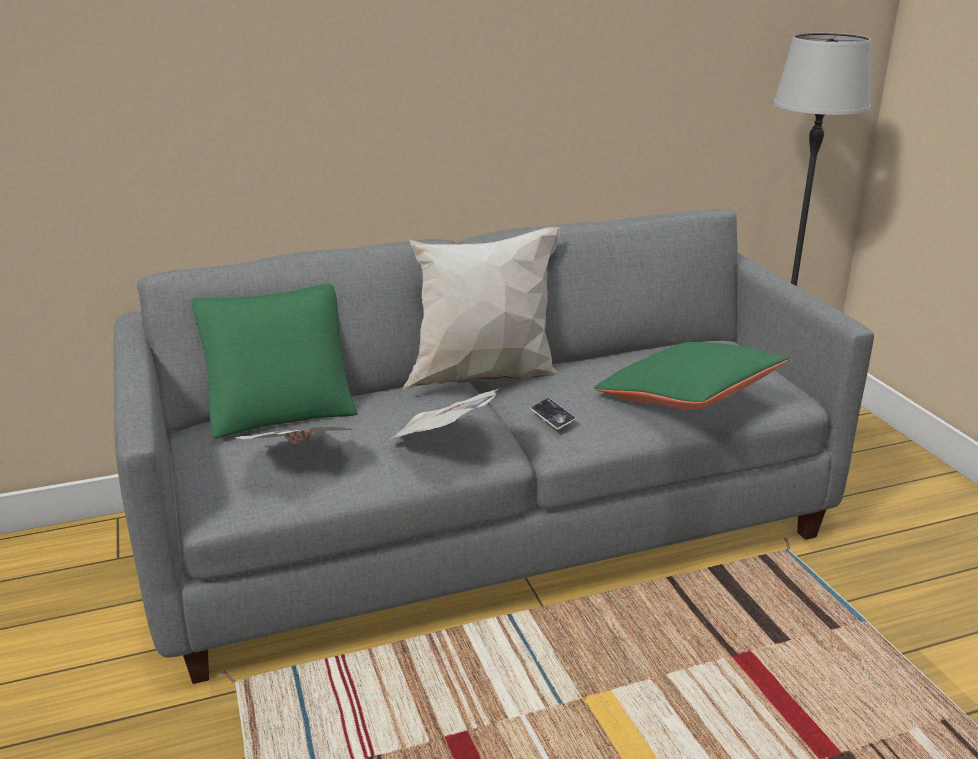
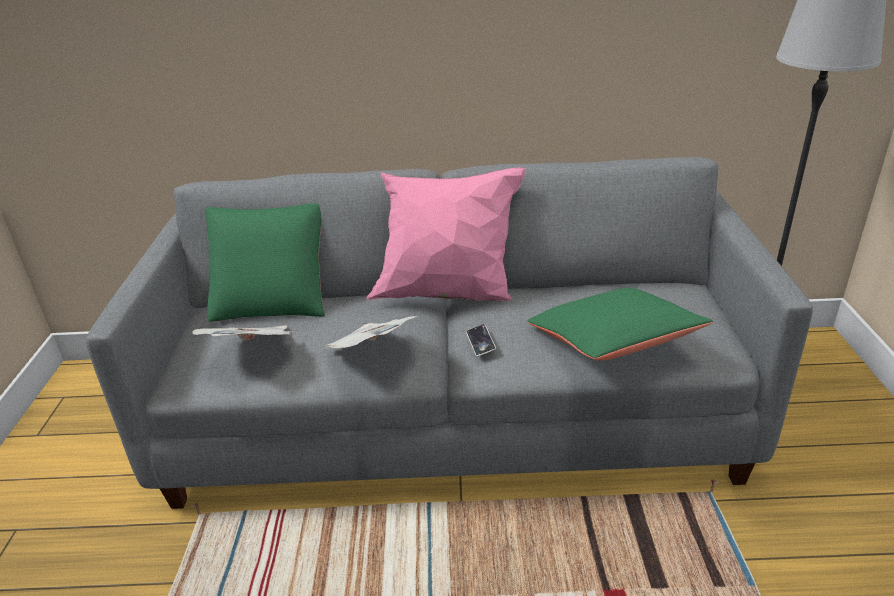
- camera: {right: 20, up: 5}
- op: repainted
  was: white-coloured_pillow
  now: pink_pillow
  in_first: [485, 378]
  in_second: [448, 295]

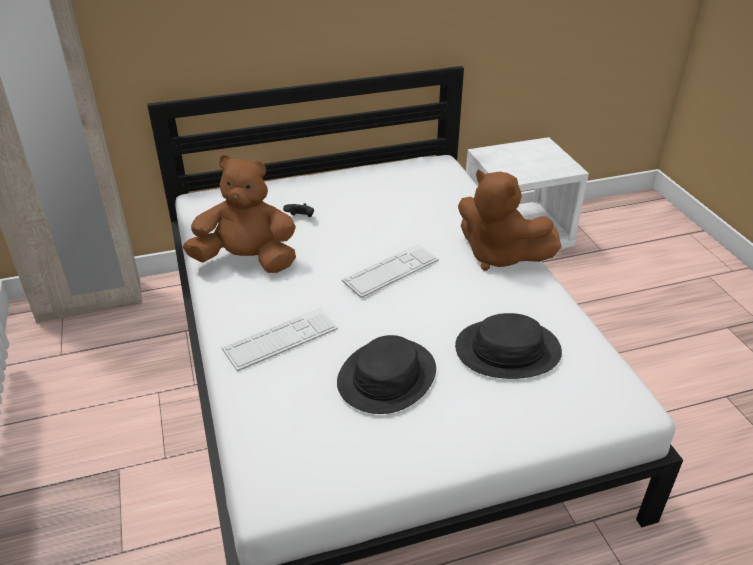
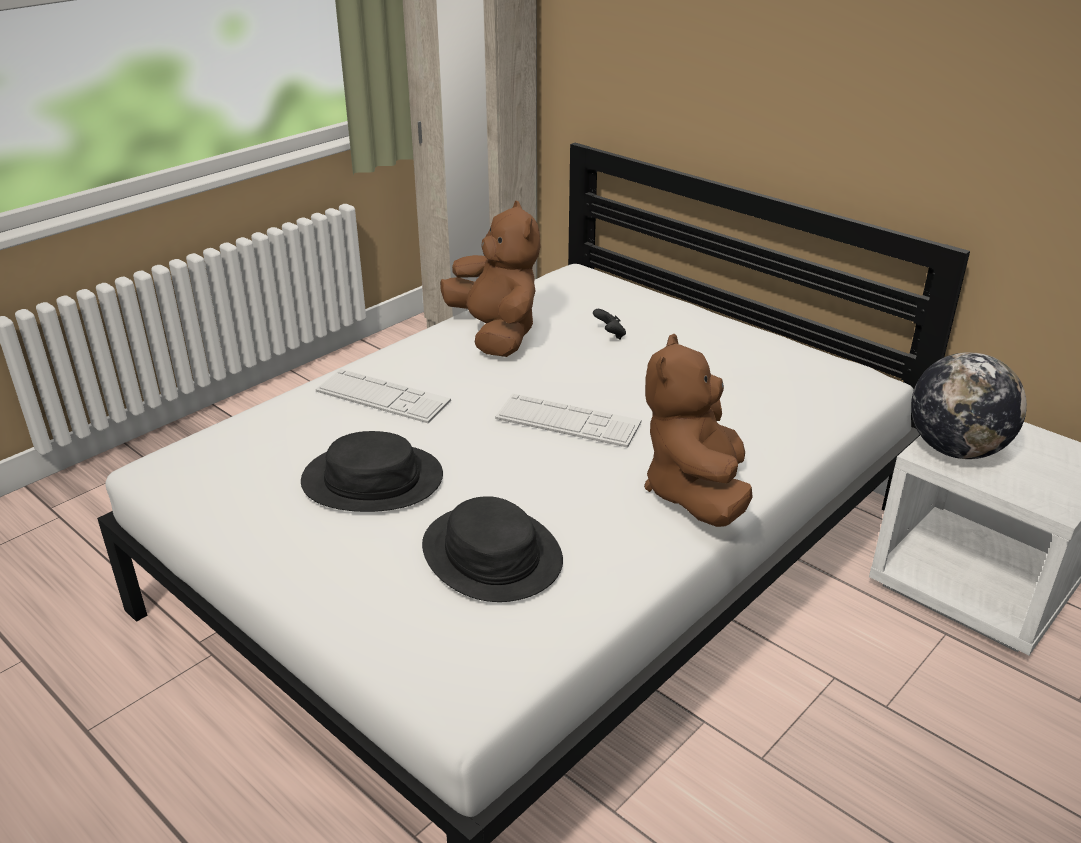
- camera: {right: 60, up: -5}
- op: new
  now: desk_globe
  in_second: [955, 449]

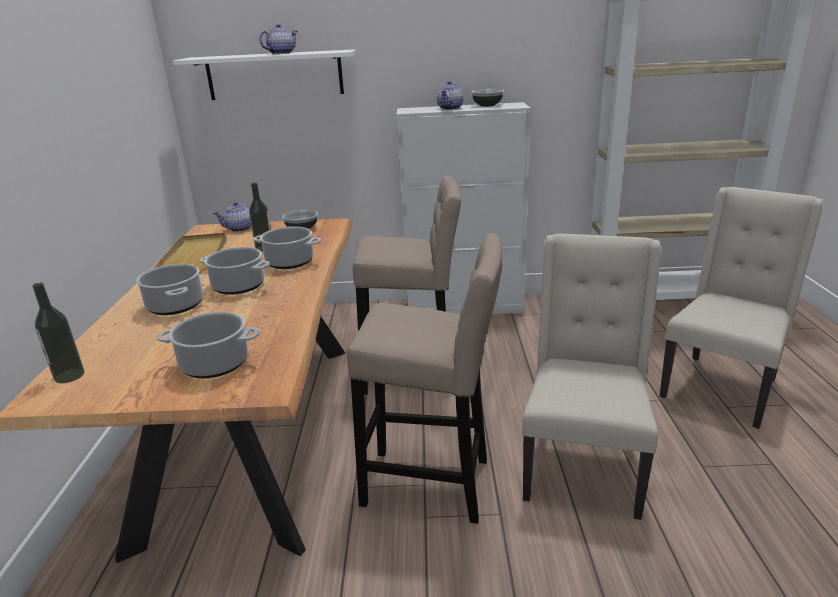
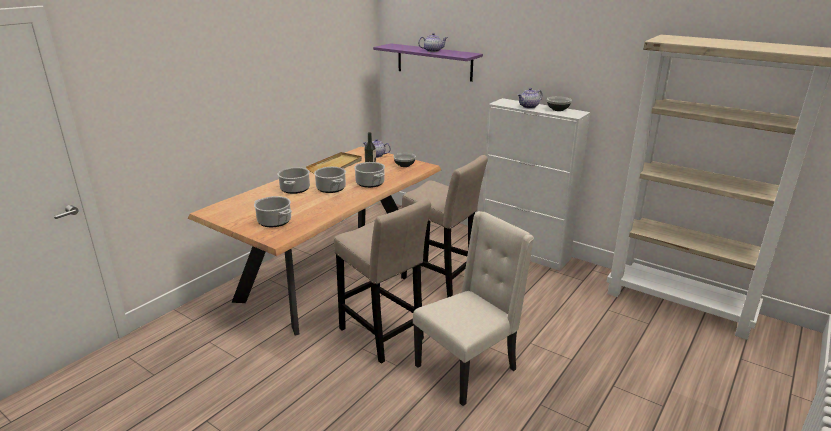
- camera: {right: 35, up: 0}
- op: repainted
  was: white-coloured_shelf
  now: purplish_shelf
  in_first: [275, 75]
  in_second: [434, 62]
- op: gone
  was: drink_bottle
  in_first: [69, 376]
- op: gone
  was: beige-coloured_plain_chair
  in_first: [720, 388]

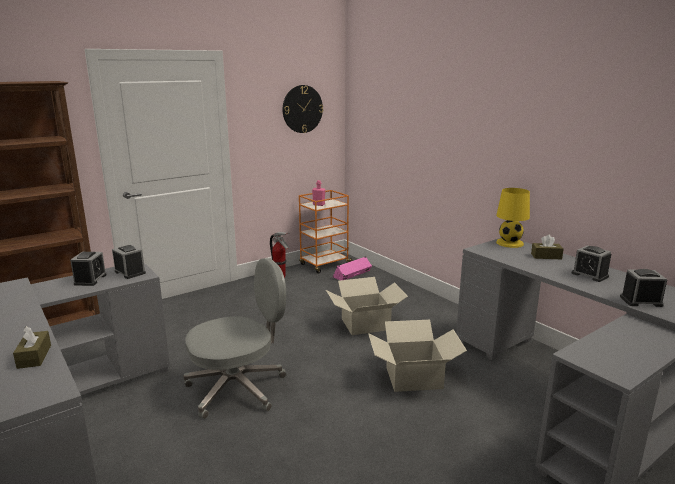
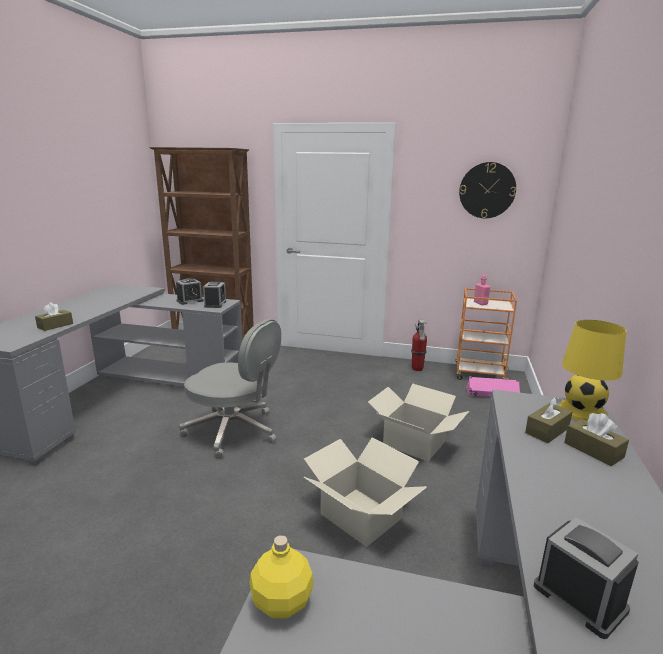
- camera: {right: 50, up: 0}
- op: new
  now: yellow-coloured_drink_bottle
  in_second: [281, 602]
- op: new
  now: brownish_box_of_tissues
  in_second: [547, 430]
- op: gone
  was: table_clock
  in_first: [589, 275]

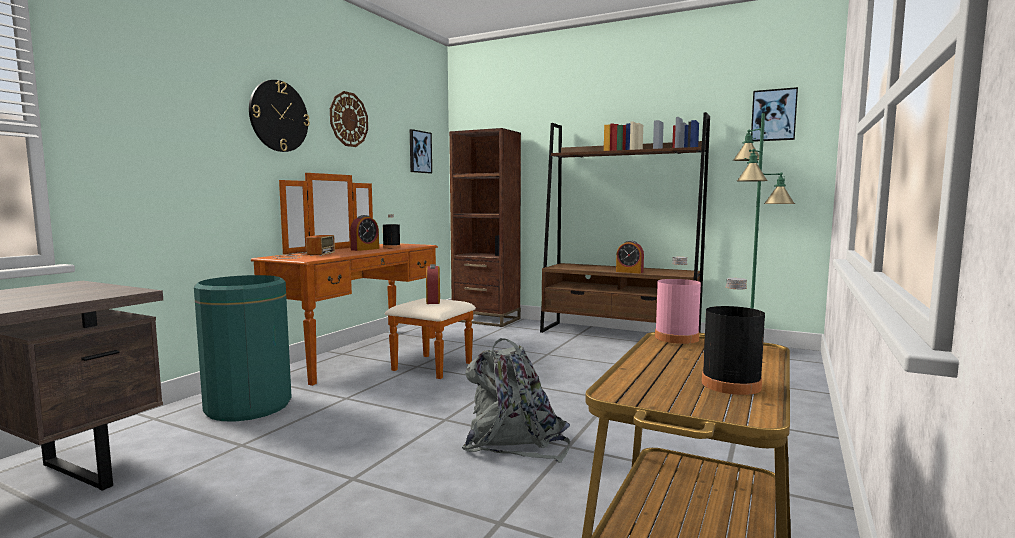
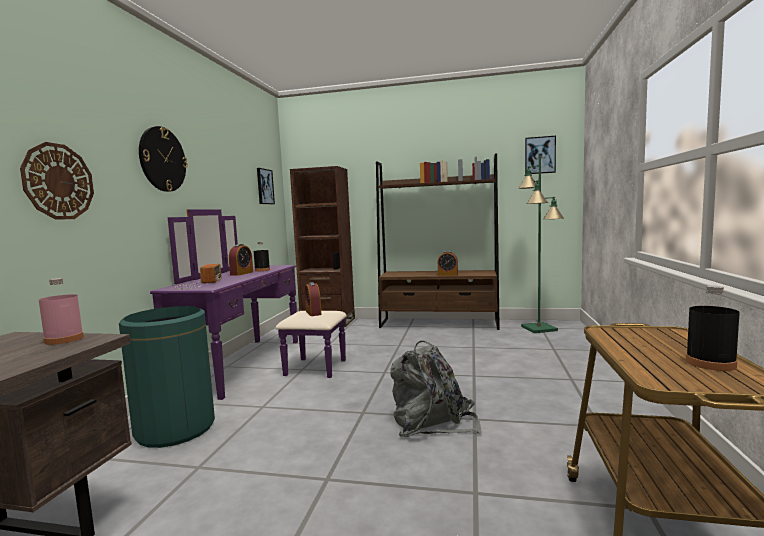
- camera: {right: -15, up: 0}
- op: shifted
  was: wall_clock
  in_first: [348, 119]
  in_second: [58, 181]
- op: shifted
  was: pink_drink_bottle
  in_first: [676, 338]
  in_second: [64, 339]
- op: repainted
  was: brownish_chest_of_drawers
  now: purplish_chest_of_drawers
  in_first: [375, 356]
  in_second: [259, 365]

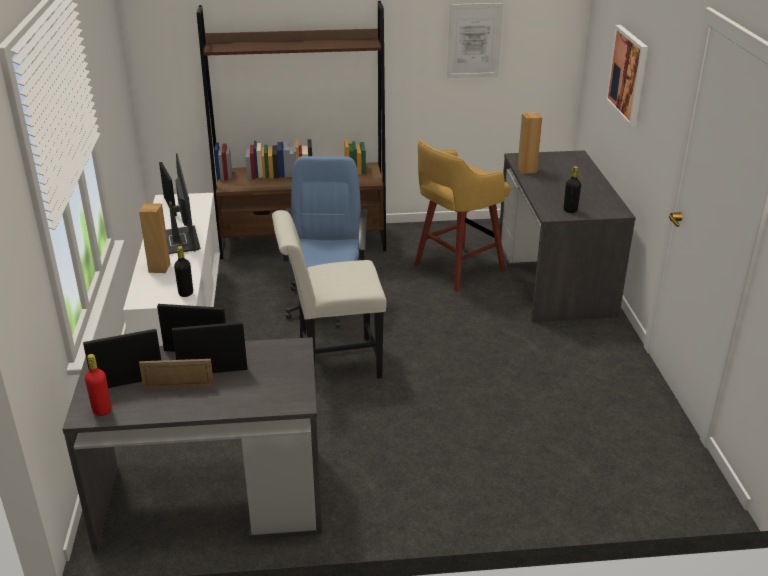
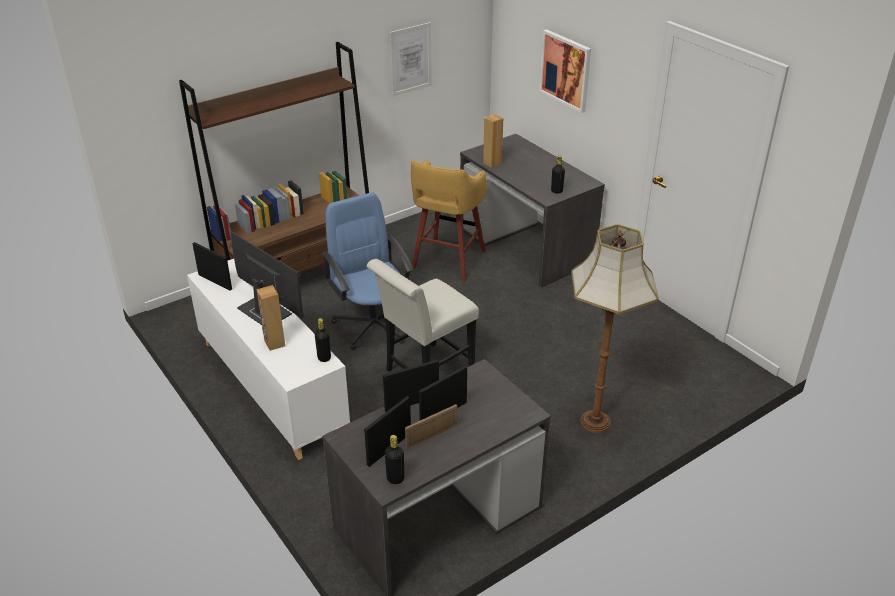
- camera: {right: -30, up: 5}
- op: repainted
  was: red_drink_bottle
  now: blackish_drink_bottle
  in_first: [102, 410]
  in_second: [395, 478]
- op: new
  now: standing_lamp
  in_second: [596, 422]

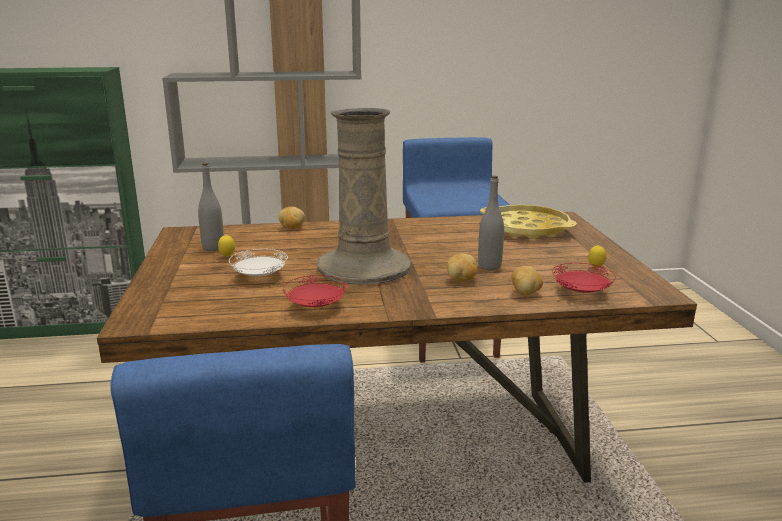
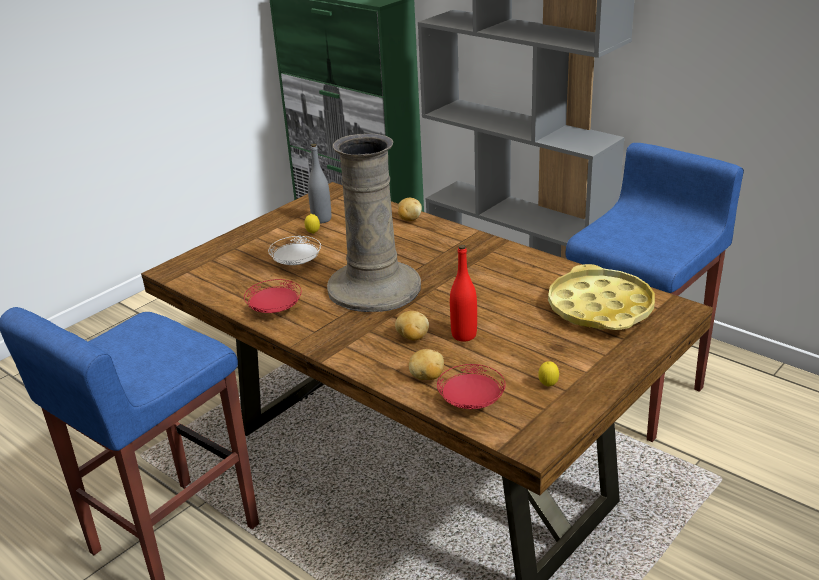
- camera: {right: 50, up: 10}
- op: repainted
  was: grey_drink_bottle
  now: red_drink_bottle
  in_first: [489, 266]
  in_second: [464, 335]

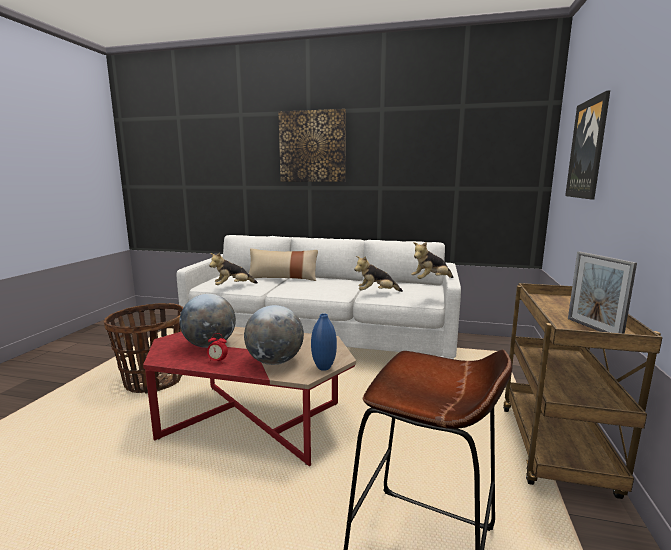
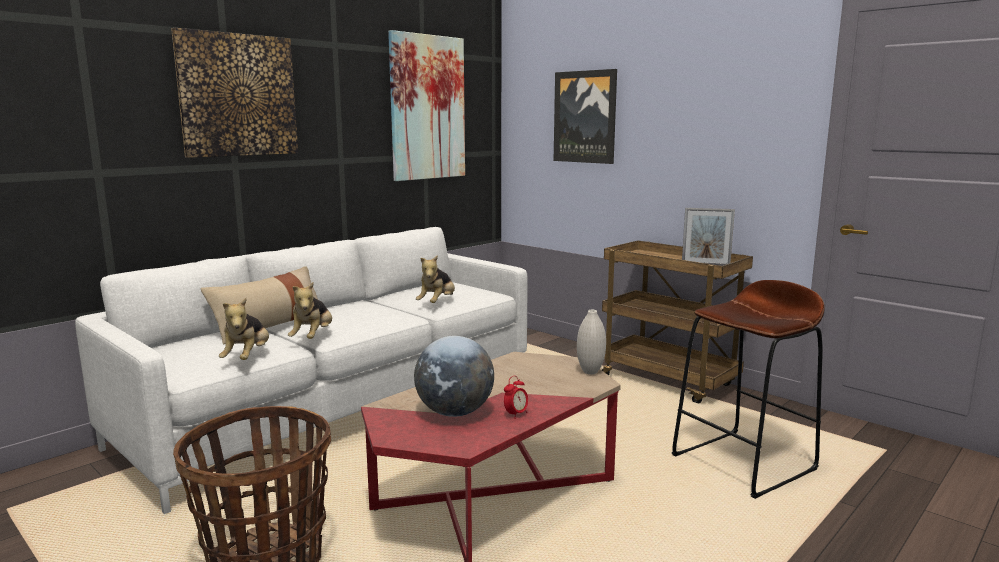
- camera: {right: -60, up: 0}
- op: shifted
  was: plush_toy
  in_first: [431, 281]
  in_second: [313, 337]
- op: new
  now: picture
  in_second: [427, 108]
- op: repainted
  was: blue-coloured_vase
  now: white-coloured_vase
  in_first: [324, 367]
  in_second: [590, 372]
- op: gone
  was: desk_globe
  in_first: [275, 361]

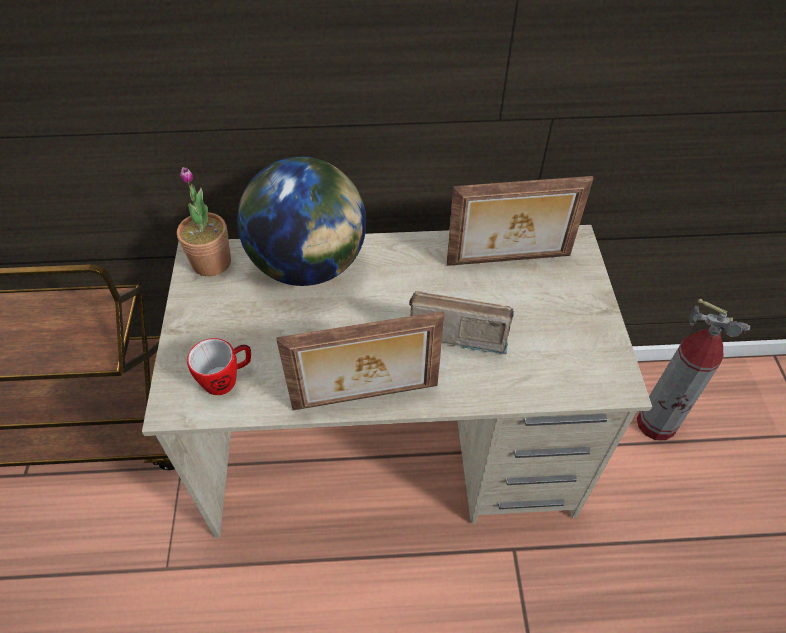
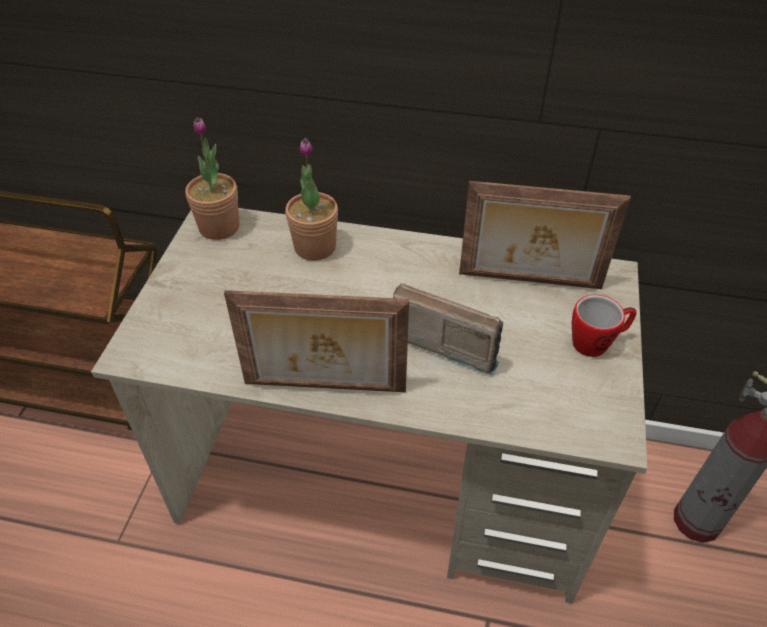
- camera: {right: 15, up: -5}
- op: swapped
  was: desk_globe
  now: houseplant
  in_first: [309, 265]
  in_second: [315, 247]
- op: shifted
  was: mug
  in_first: [227, 379]
  in_second: [597, 343]

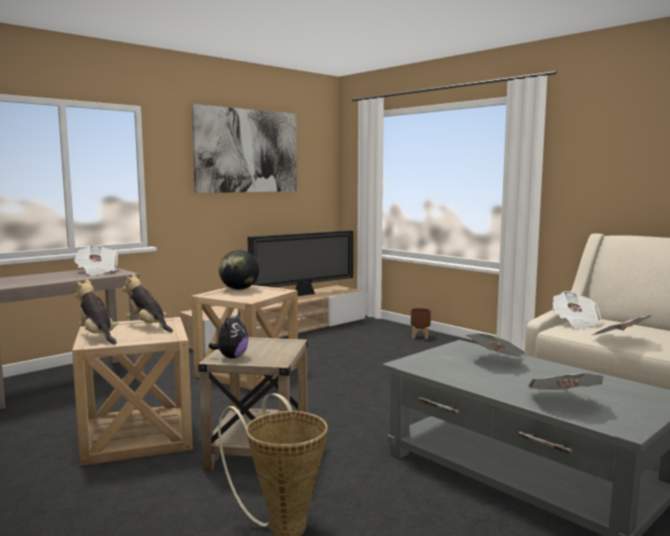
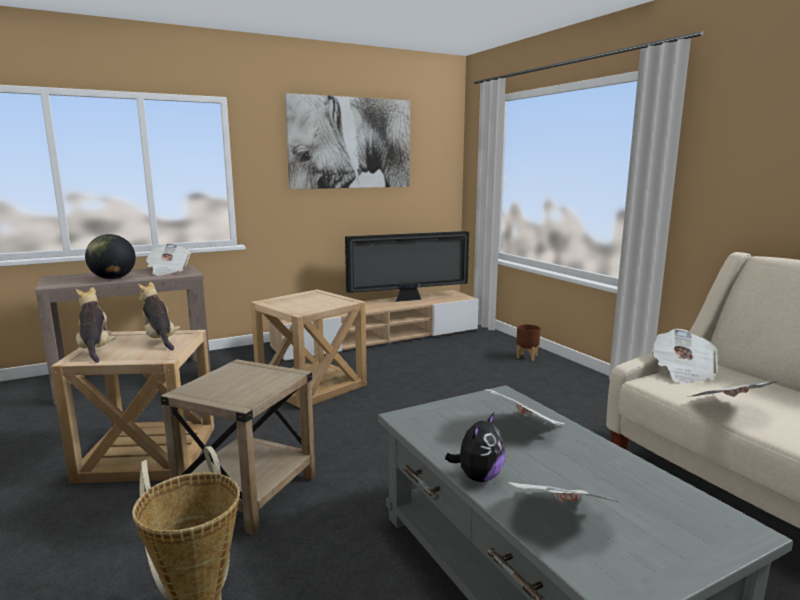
- camera: {right: 15, up: 5}
- op: shifted
  was: desk_globe
  in_first: [239, 289]
  in_second: [113, 278]
- op: shifted
  was: plush_toy
  in_first: [231, 357]
  in_second: [478, 477]

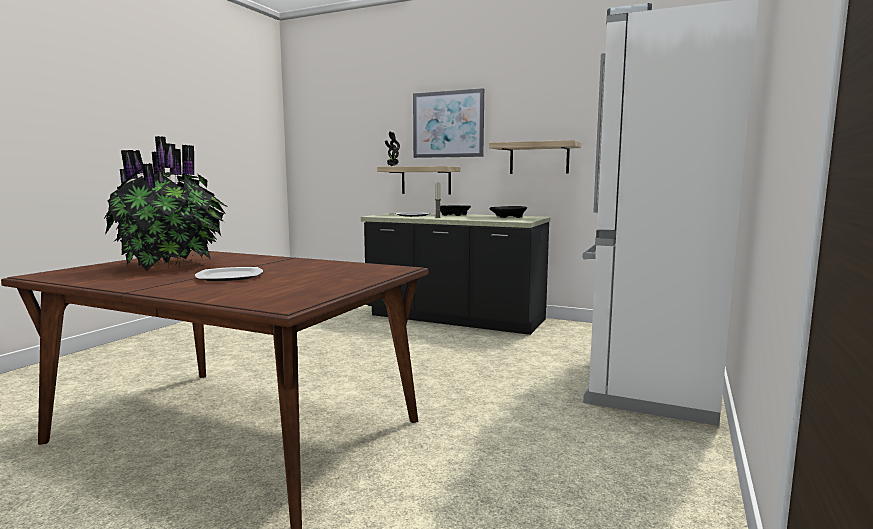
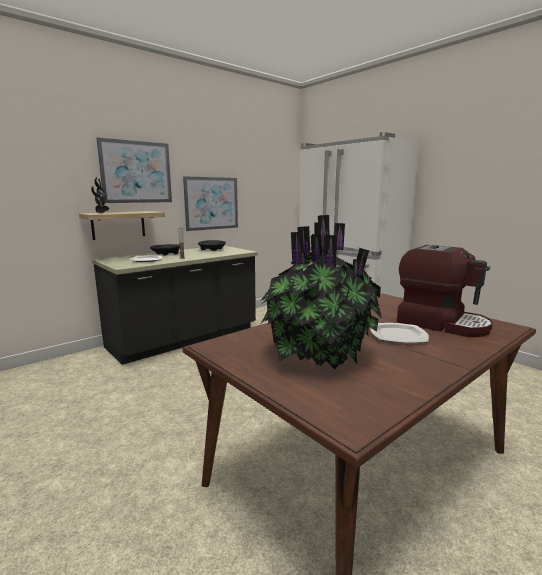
- camera: {right: -65, up: 5}
- op: swapped
  was: shelf
  now: picture
  in_first: [539, 158]
  in_second: [211, 203]
- op: new
  now: coffee_machine
  in_second: [441, 323]

